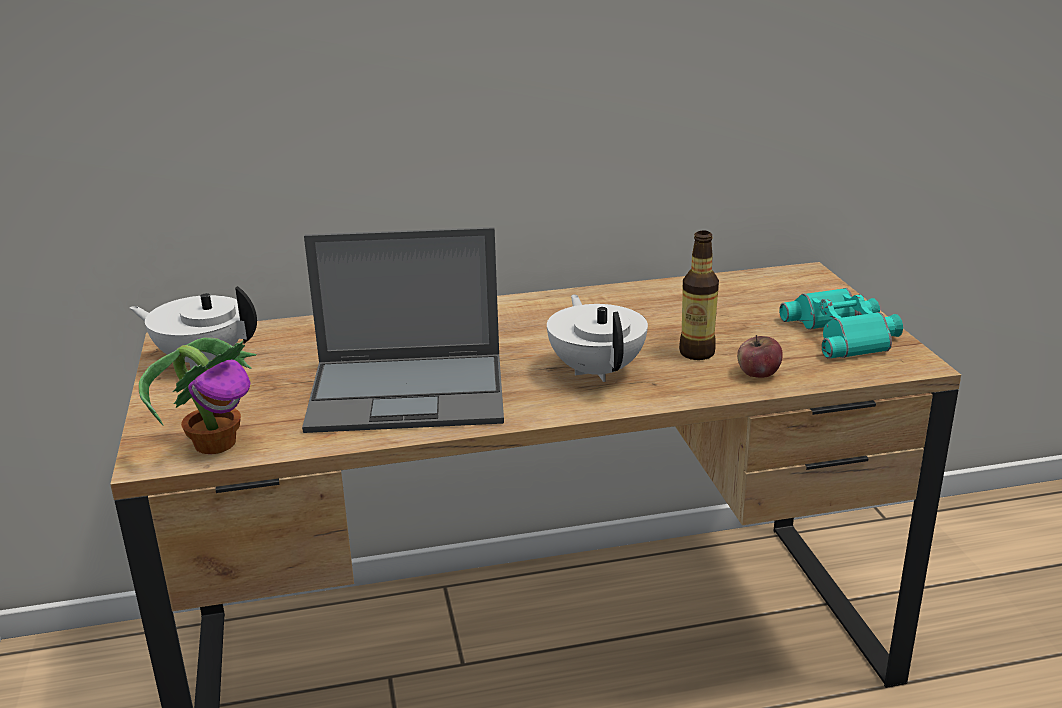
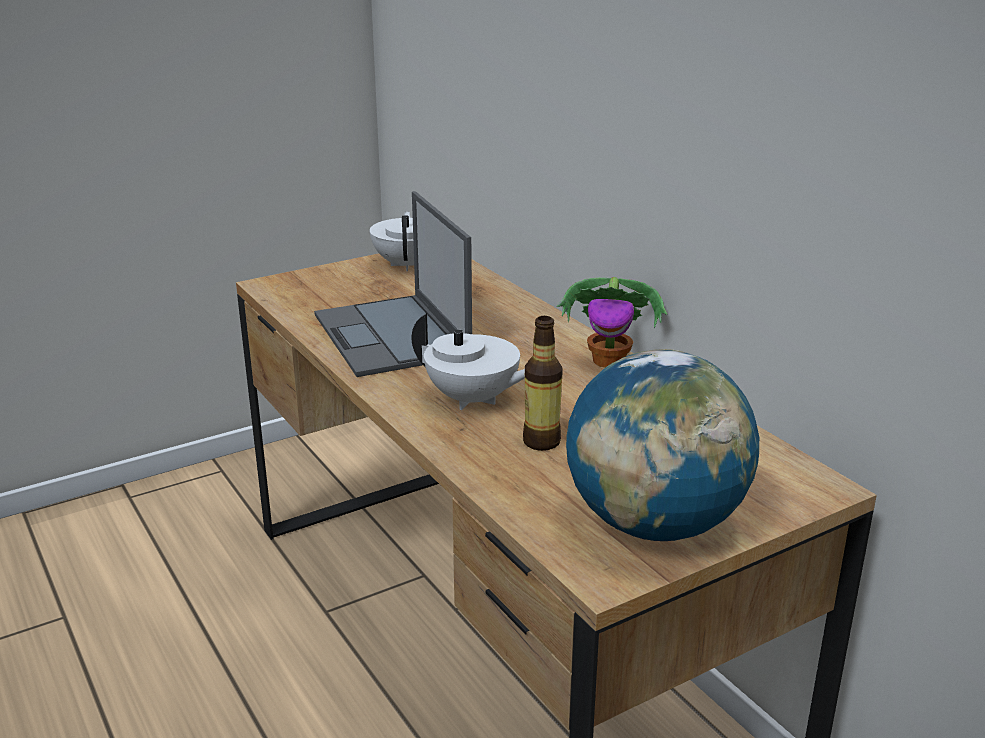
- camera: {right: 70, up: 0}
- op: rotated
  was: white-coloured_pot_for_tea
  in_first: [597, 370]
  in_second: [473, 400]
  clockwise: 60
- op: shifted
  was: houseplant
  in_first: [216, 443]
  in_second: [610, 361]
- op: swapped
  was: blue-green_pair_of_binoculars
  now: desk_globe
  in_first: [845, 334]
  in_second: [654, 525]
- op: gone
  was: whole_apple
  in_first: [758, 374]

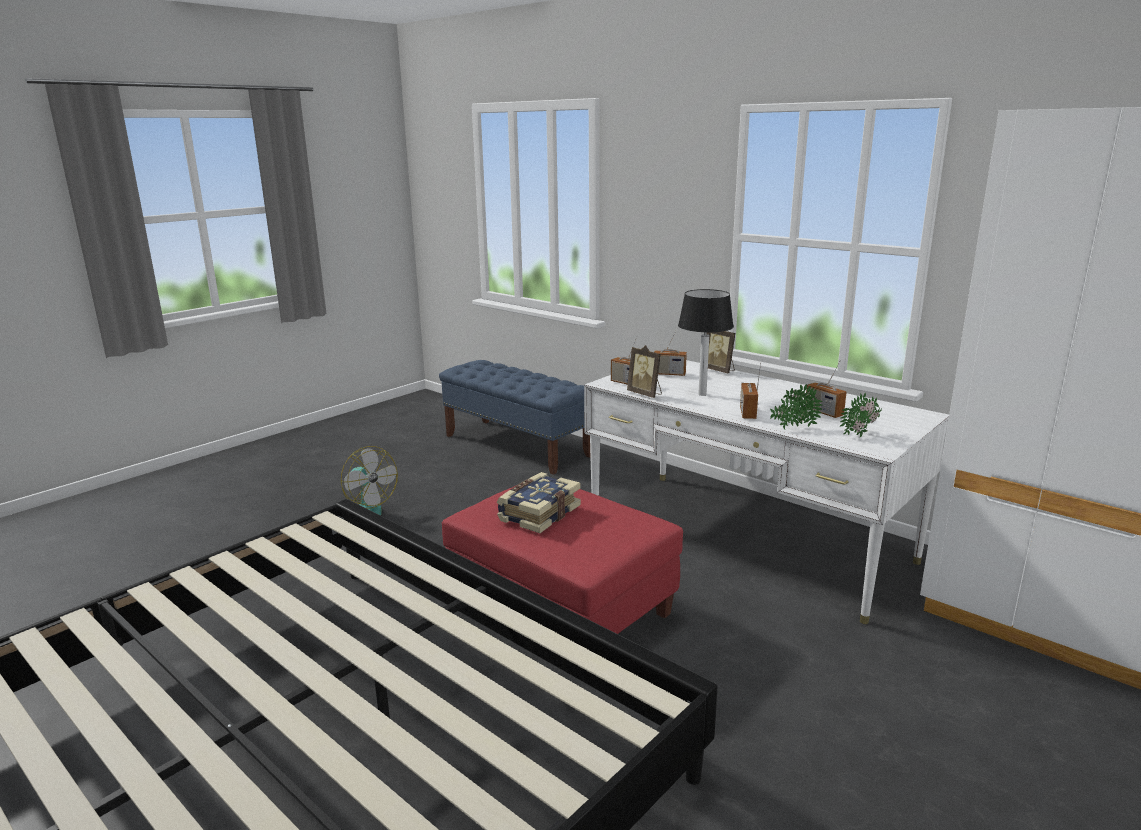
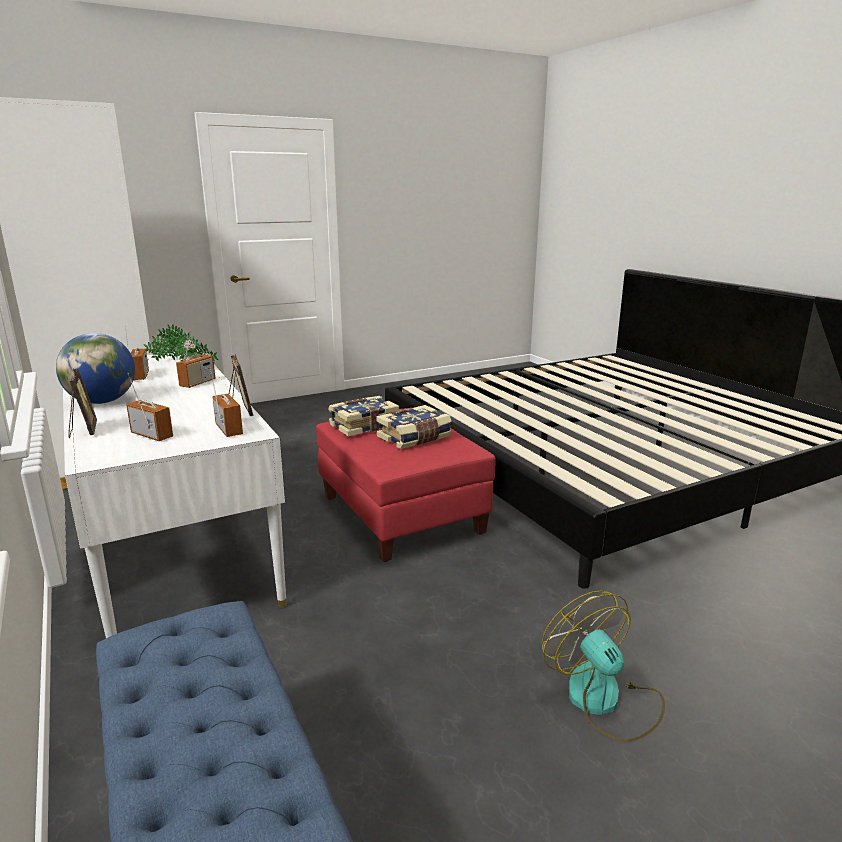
- camera: {right: -160, up: 0}
- op: new
  now: desk_globe
  in_second: [102, 402]
- op: new
  now: book
  in_second: [363, 425]
- op: gone
  was: lamp_for_a_table
  in_first: [701, 394]

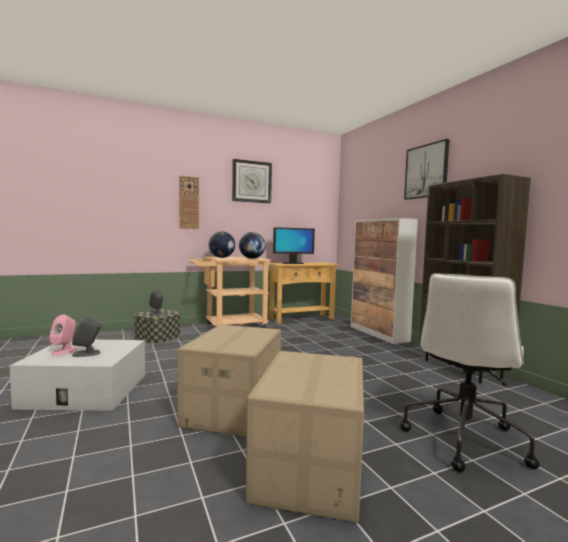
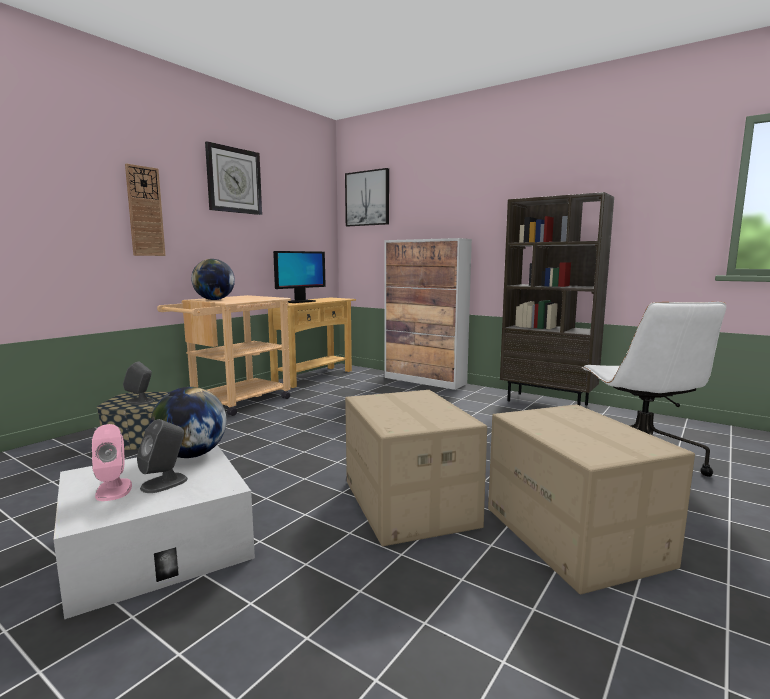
- camera: {right: -30, up: 5}
- op: shifted
  was: desk_globe
  in_first: [252, 258]
  in_second: [191, 455]
- op: shifted
  was: picture
  in_first: [426, 171]
  in_second: [367, 198]

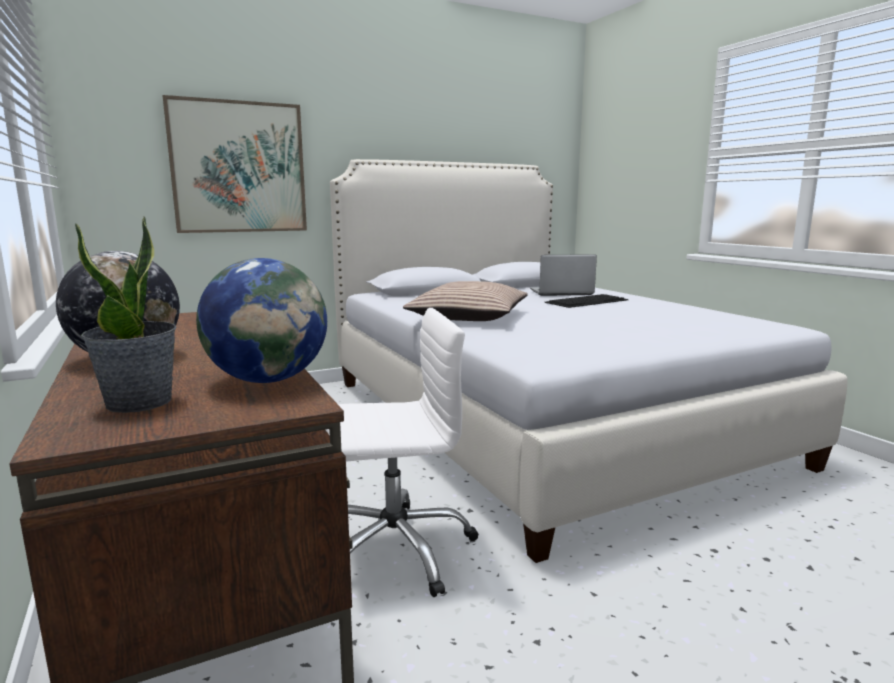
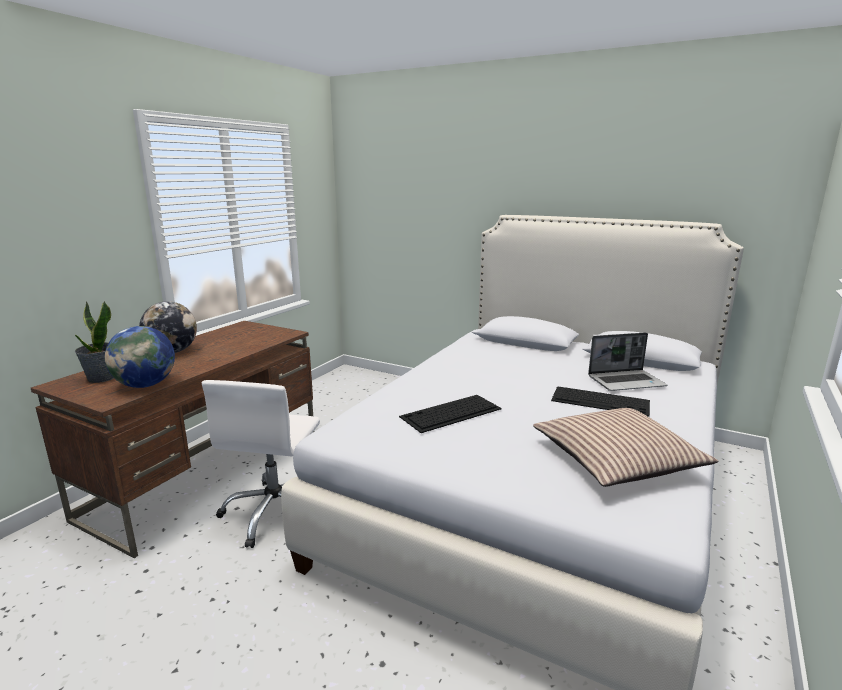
- camera: {right: 55, up: 5}
- op: rotated
  was: white-coloured_desk_chair
  in_first: [395, 549]
  in_second: [276, 512]
  clockwise: 60
- op: new
  now: PC_keyboard
  in_second: [450, 413]
- op: shifted
  was: pillow
  in_first: [468, 316]
  in_second: [616, 459]
- op: rotated
  was: notebook_computer
  in_first: [560, 293]
  in_second: [626, 381]
  clockwise: 120
- op: gone
  was: picture
  in_first: [239, 167]

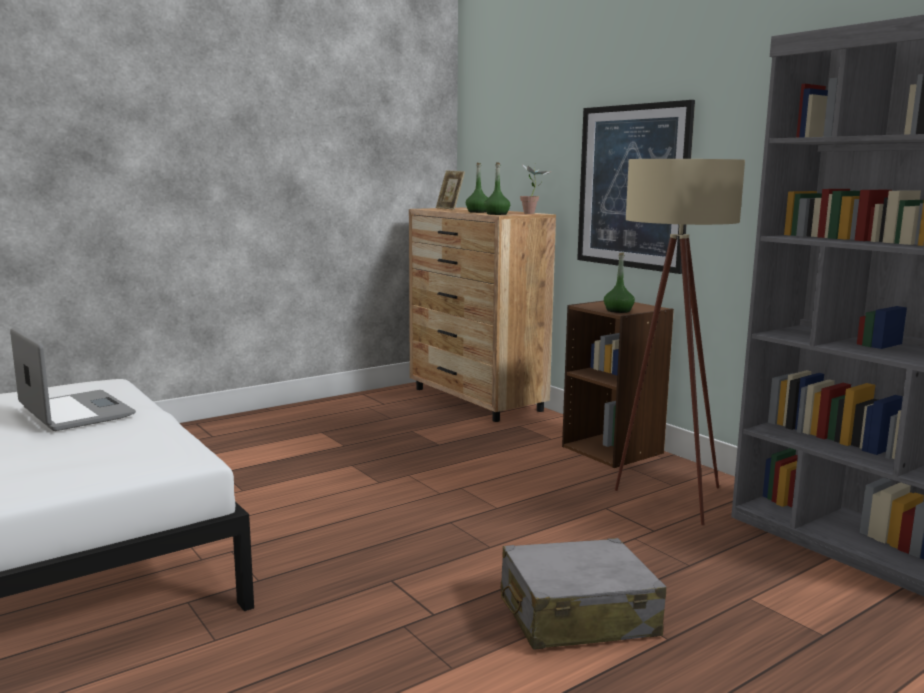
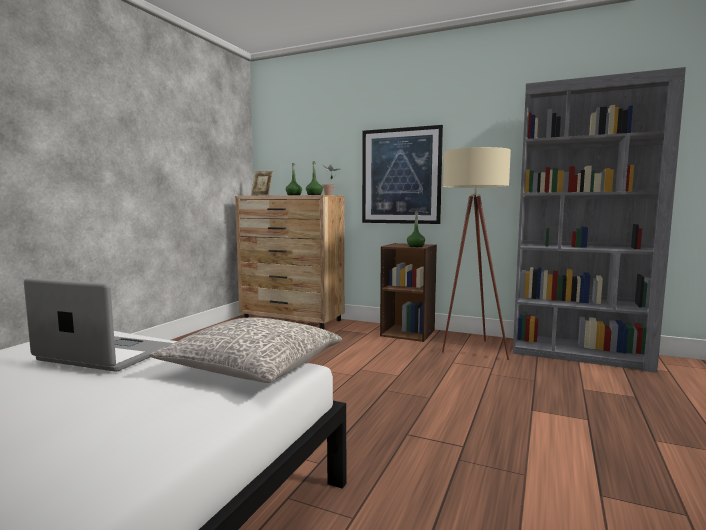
- camera: {right: -30, up: -5}
- op: new
  now: grey_pillow
  in_second: [251, 369]
- op: gone
  was: grey_travel_case
  in_first: [576, 615]

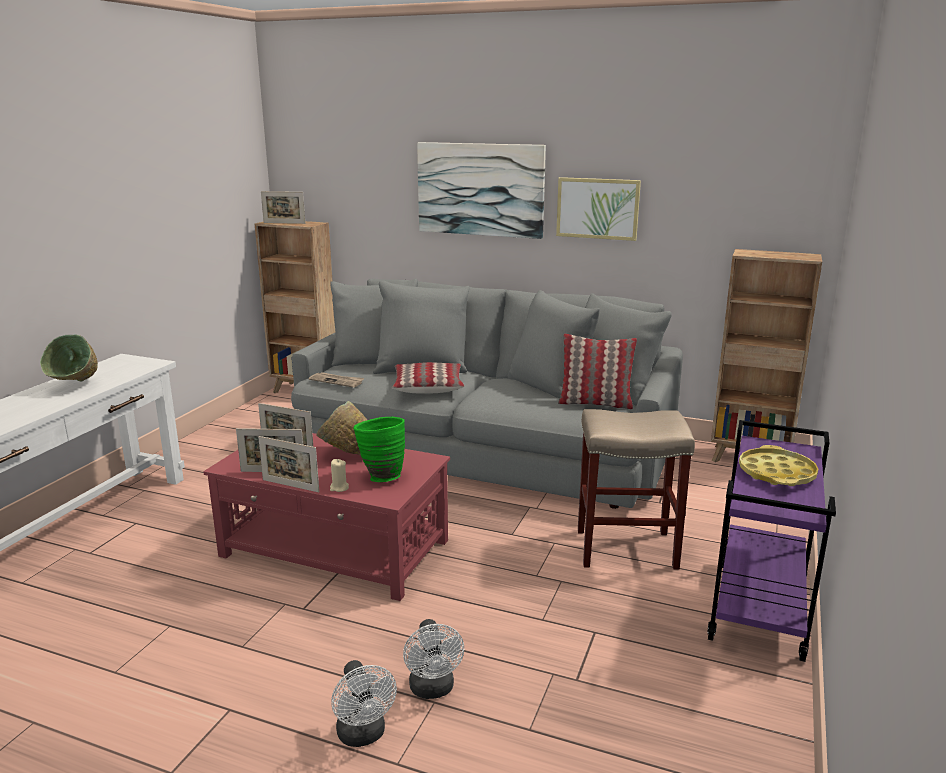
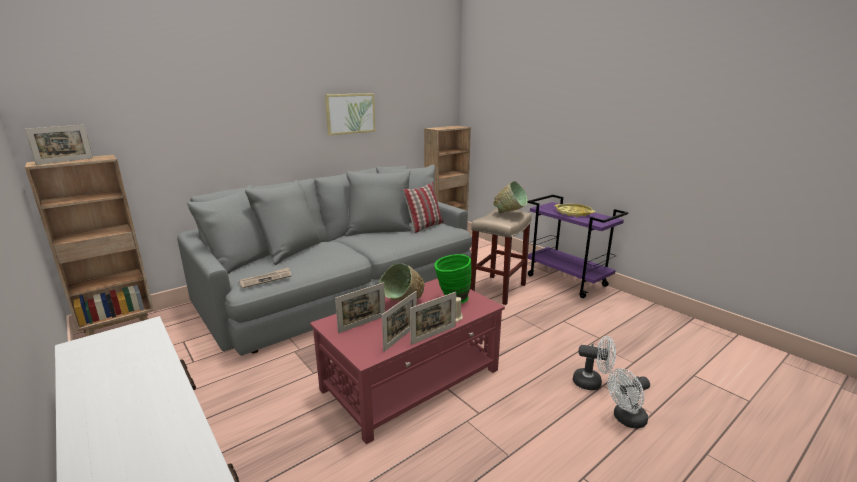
- camera: {right: -60, up: 0}
- op: shifted
  was: greenish_serving_bowl
  in_first: [77, 386]
  in_second: [510, 214]
- op: rotated
  was: white-coloured_electric_fan
  in_first: [363, 735]
  in_second: [626, 419]
  clockwise: 150
- op: gone
  was: pillow
  in_first: [427, 386]
- op: gone
  was: picture
  in_first: [480, 189]

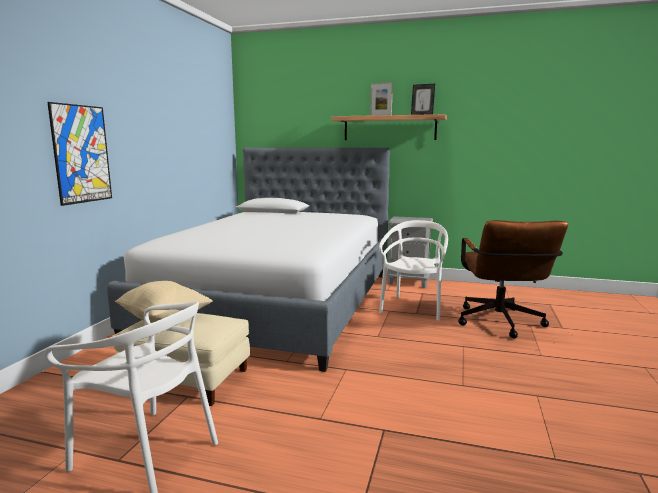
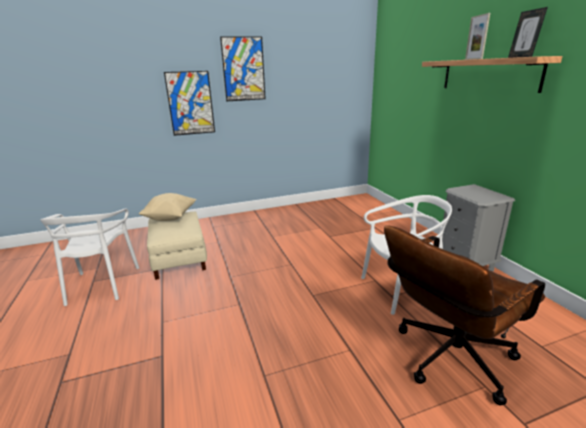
- camera: {right: 55, up: 10}
- op: new
  now: picture
  in_second: [243, 69]
- op: gone
  was: bedroom_bed
  in_first: [277, 302]

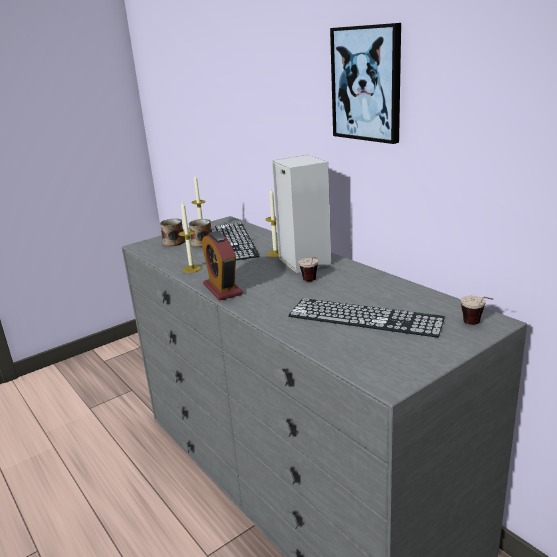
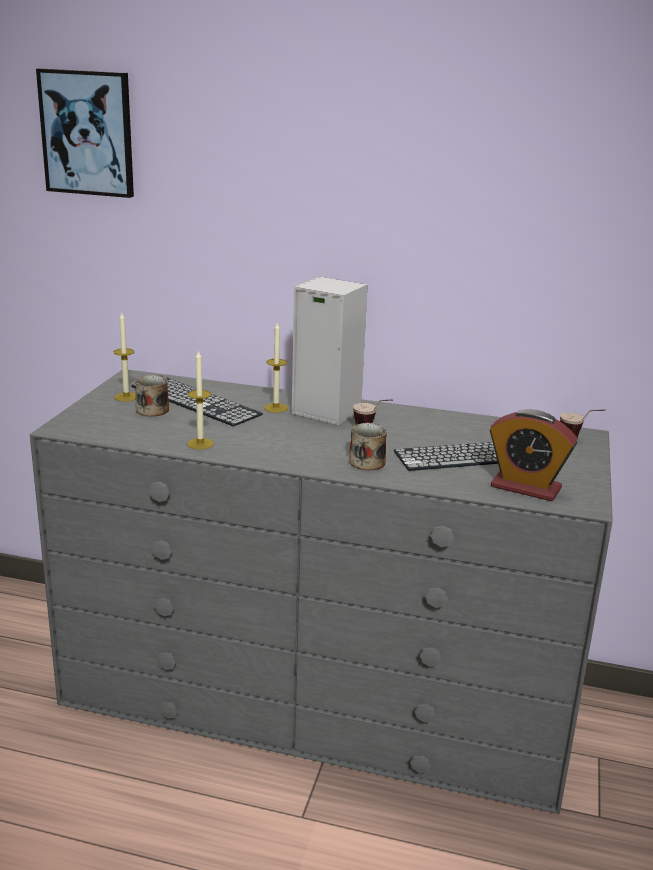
- camera: {right: -40, up: 0}
- op: shifted
  was: picture
  in_first: [367, 84]
  in_second: [88, 133]
- op: shifted
  was: mug
  in_first: [174, 241]
  in_second: [365, 461]
- op: shifted
  was: table_clock
  in_first: [222, 289]
  in_second: [526, 487]

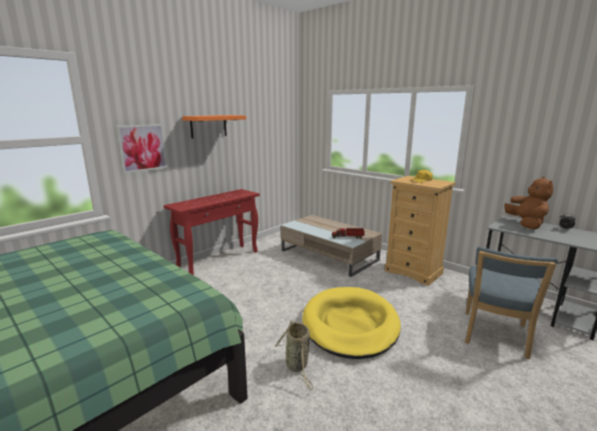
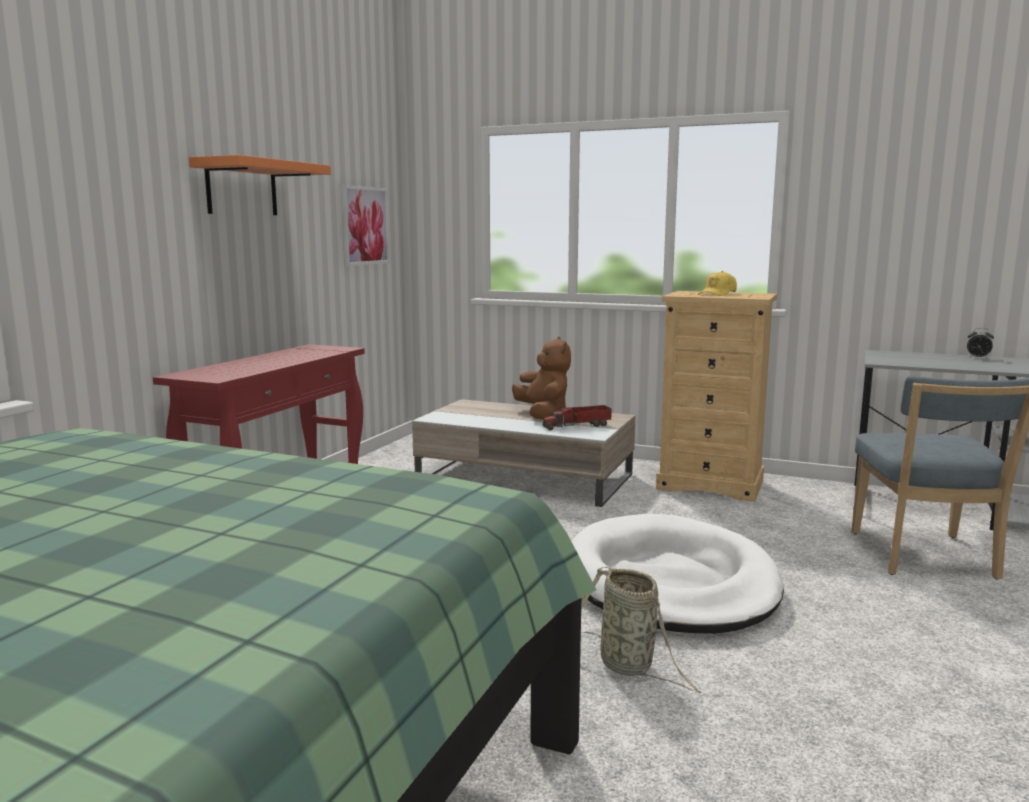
- camera: {right: -20, up: -5}
- op: shifted
  was: picture
  in_first: [142, 148]
  in_second: [364, 226]
- op: shifted
  was: brownish_plush_toy
  in_first: [526, 224]
  in_second: [543, 415]
- op: repainted
  was: yellow-coloured_dog_bed
  now: white-coloured_dog_bed
  in_first: [350, 325]
  in_second: [670, 582]

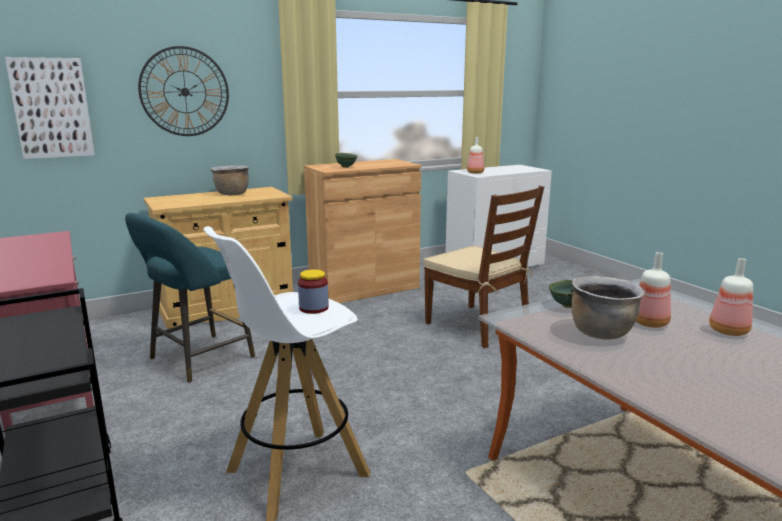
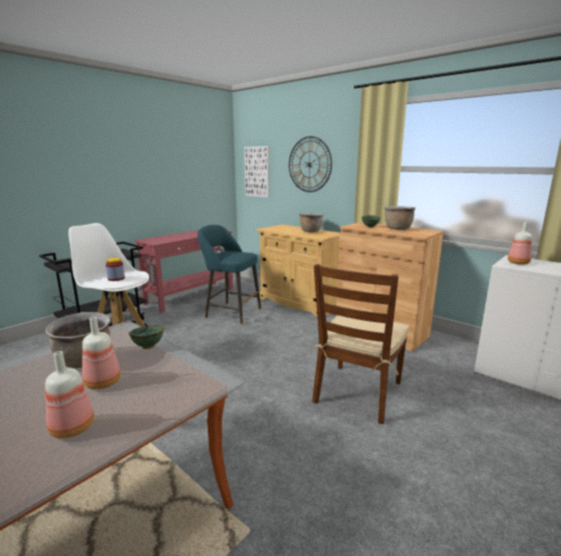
- camera: {right: 70, up: 0}
- op: new
  now: brownish_cooking_pot
  in_second: [397, 229]

